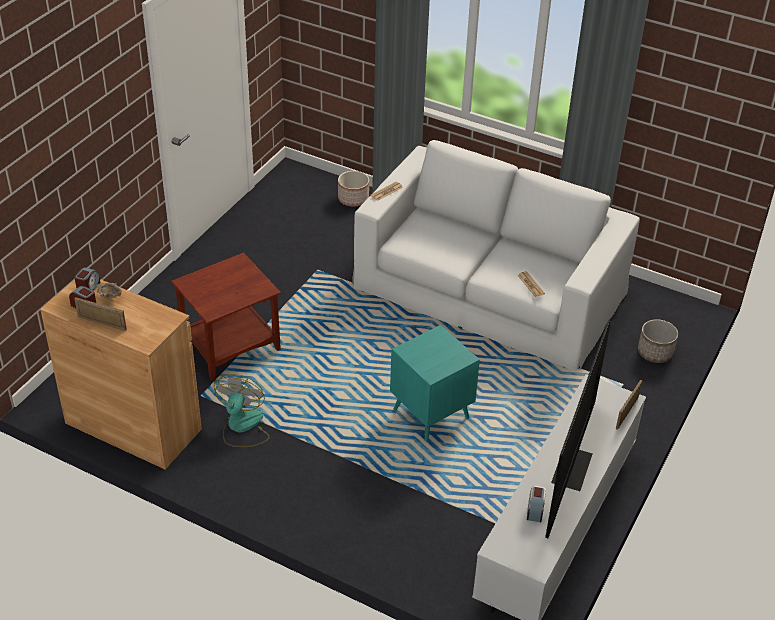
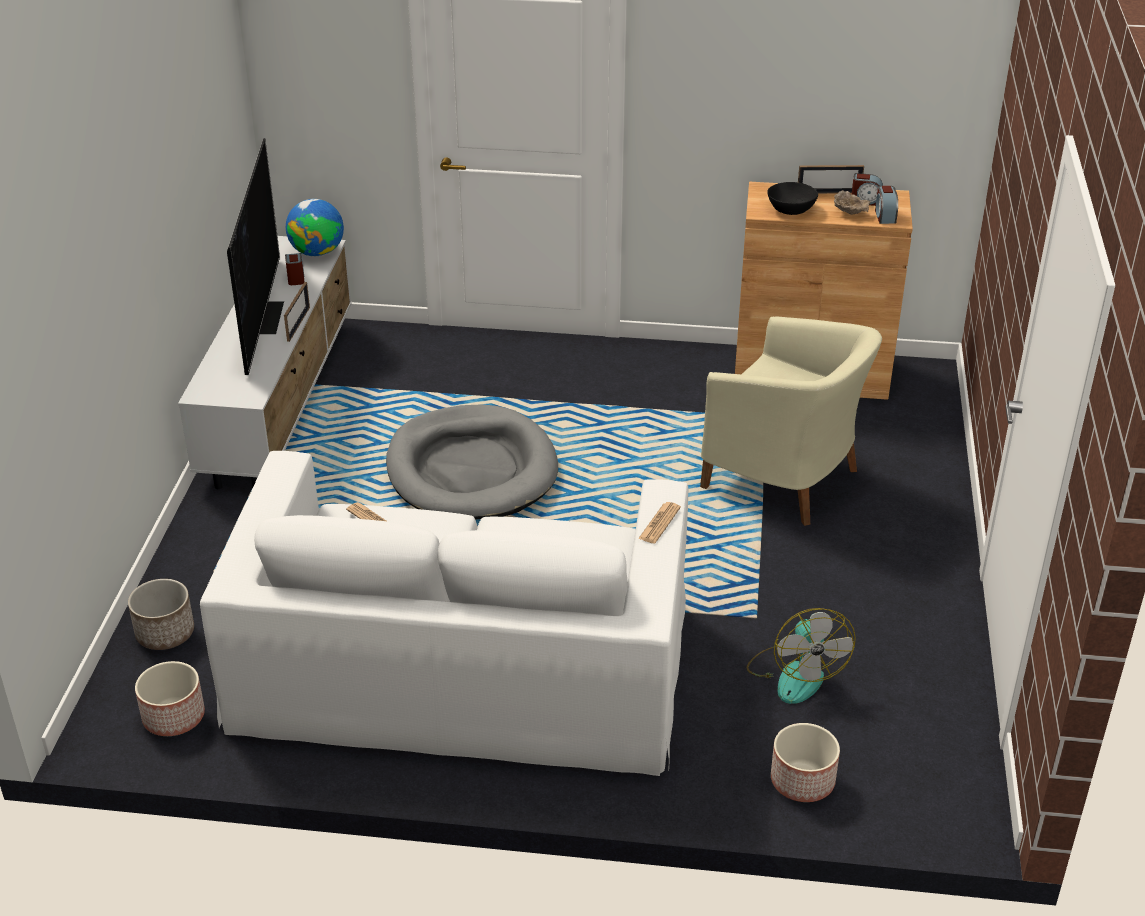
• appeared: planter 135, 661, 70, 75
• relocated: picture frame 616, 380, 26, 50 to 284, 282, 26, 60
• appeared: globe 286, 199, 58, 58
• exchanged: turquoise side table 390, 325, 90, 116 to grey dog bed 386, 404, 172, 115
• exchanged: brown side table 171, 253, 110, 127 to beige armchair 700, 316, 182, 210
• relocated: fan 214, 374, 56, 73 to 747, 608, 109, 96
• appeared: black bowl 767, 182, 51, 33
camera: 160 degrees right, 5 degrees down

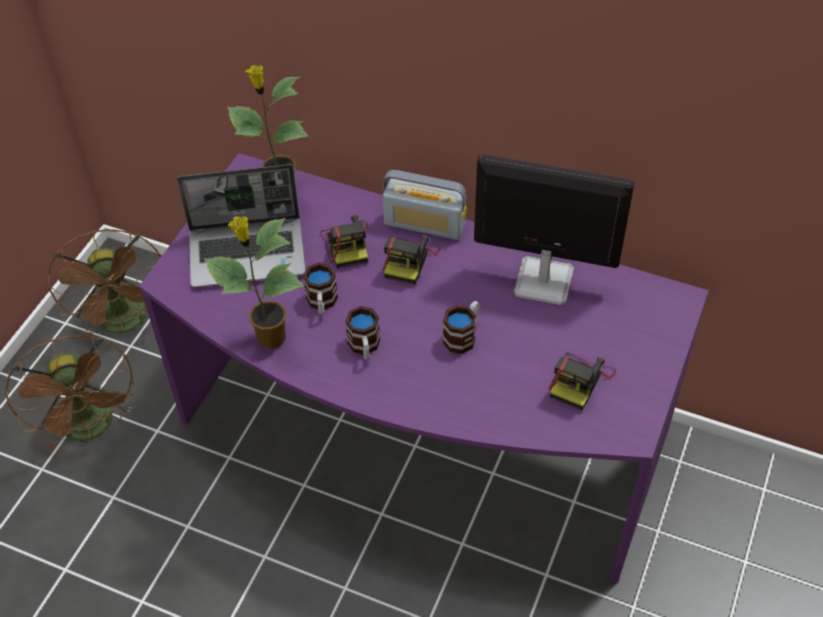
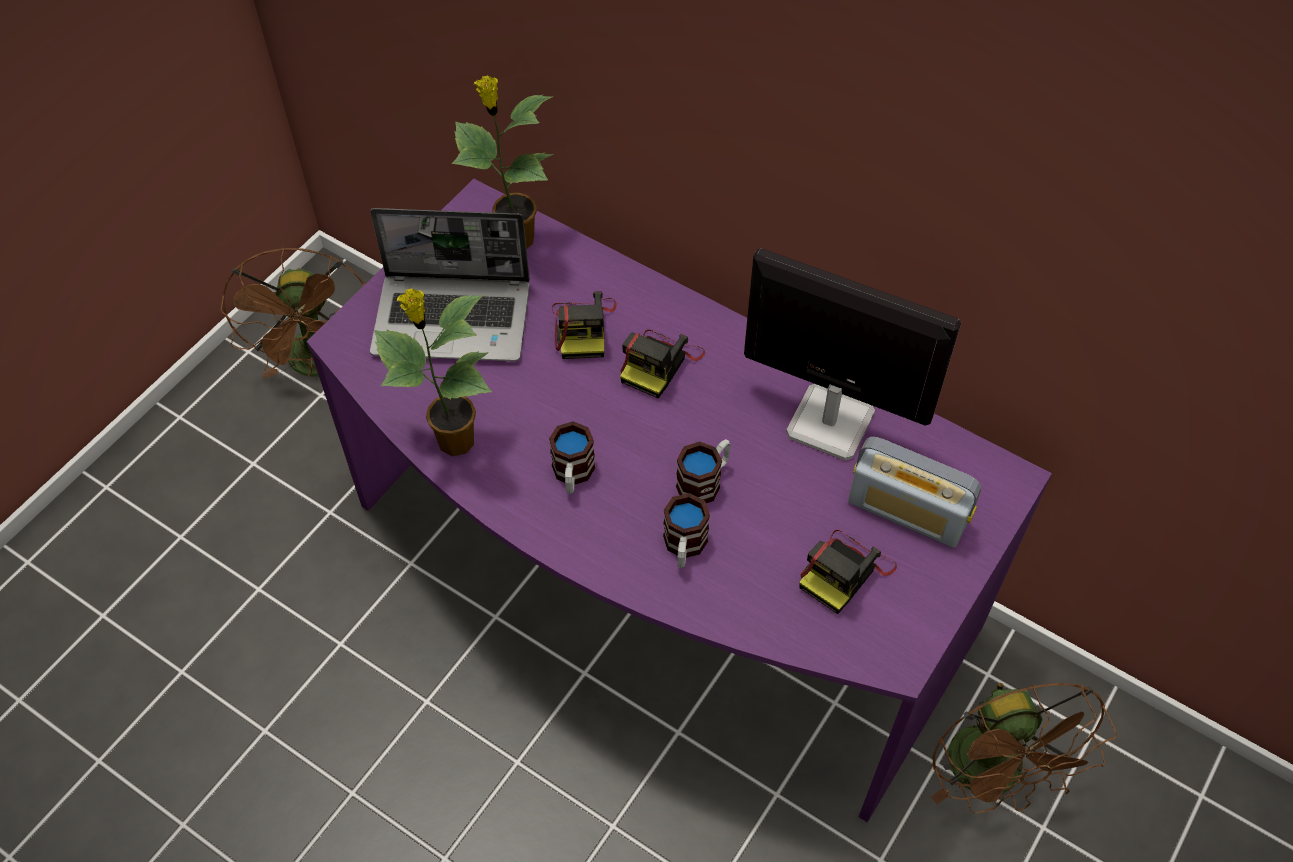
• relocated: mug 303, 262, 35, 53 to 663, 493, 47, 75
• relocated: radio 383, 170, 84, 70 to 848, 437, 133, 111
• relocated: brown fan 5, 335, 131, 117 to 931, 682, 186, 131
camera: 10 degrees right, 5 degrees up

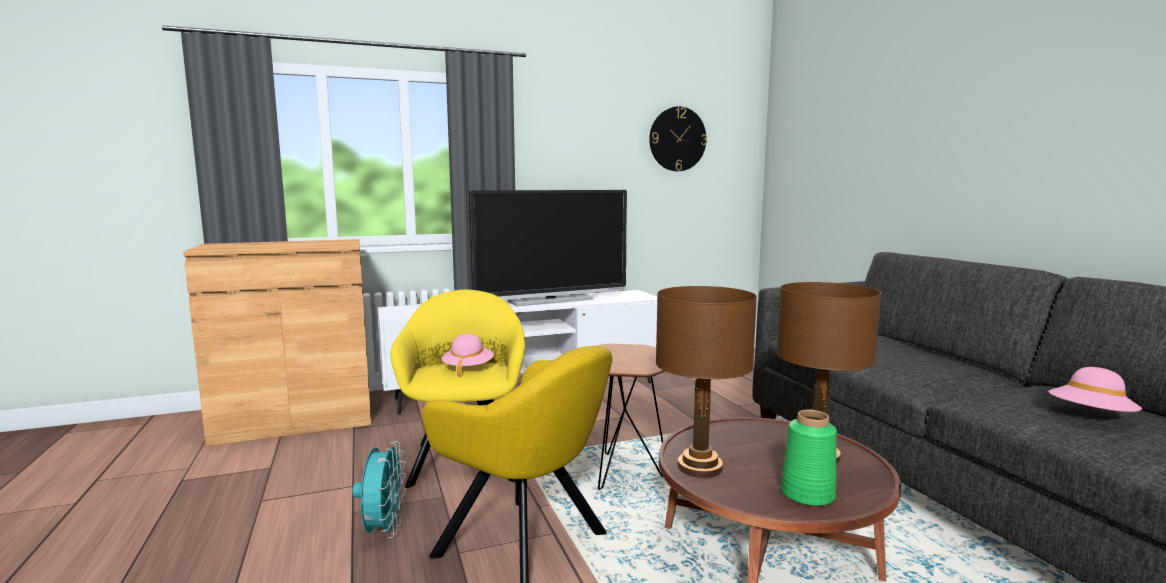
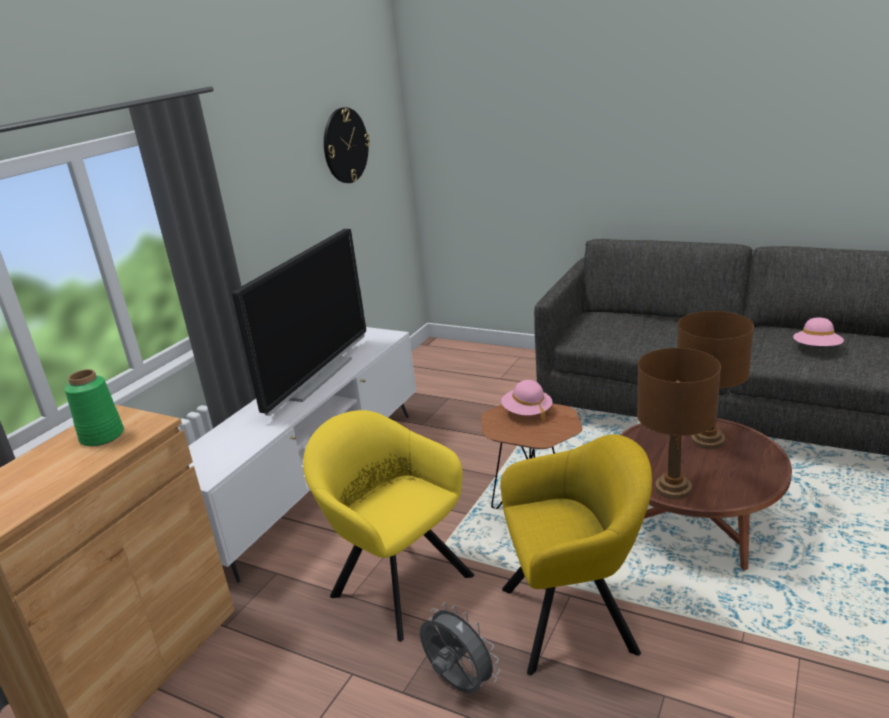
• relocated: green vase 781, 410, 56, 96 to 65, 369, 59, 77
• colour: turquoise fan 353, 441, 54, 97 to grey fan 420, 603, 80, 90
• relocated: pink hat 442, 334, 52, 43 to 501, 380, 52, 42
camera: 40 degrees left, 15 degrees up

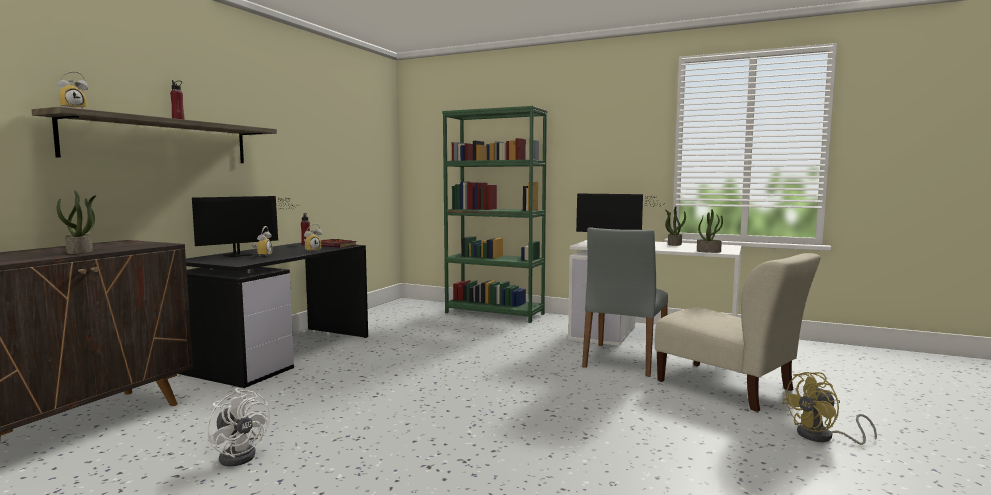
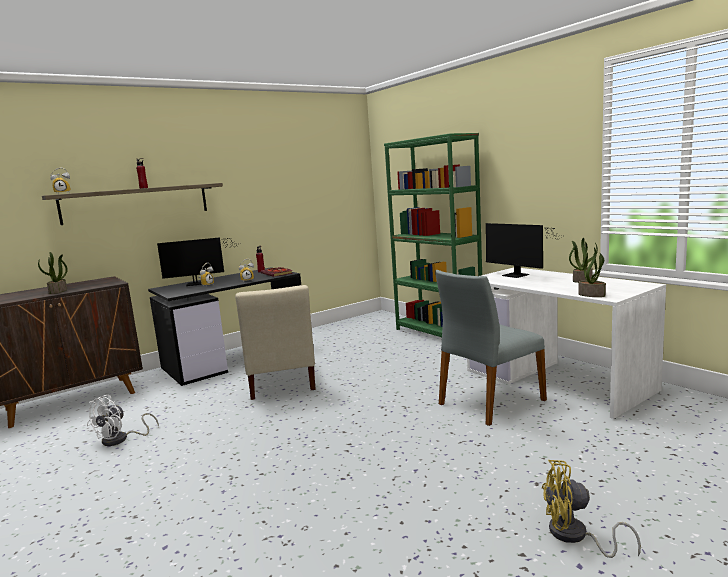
• spun: white fan 207, 388, 63, 78 = 87, 395, 72, 51 45 degrees clockwise
• relocated: beige chair 655, 253, 166, 159 to 235, 285, 81, 115
camera: 30 degrees right, 5 degrees up

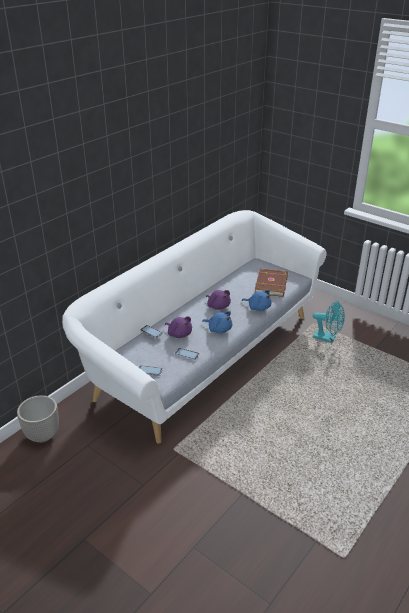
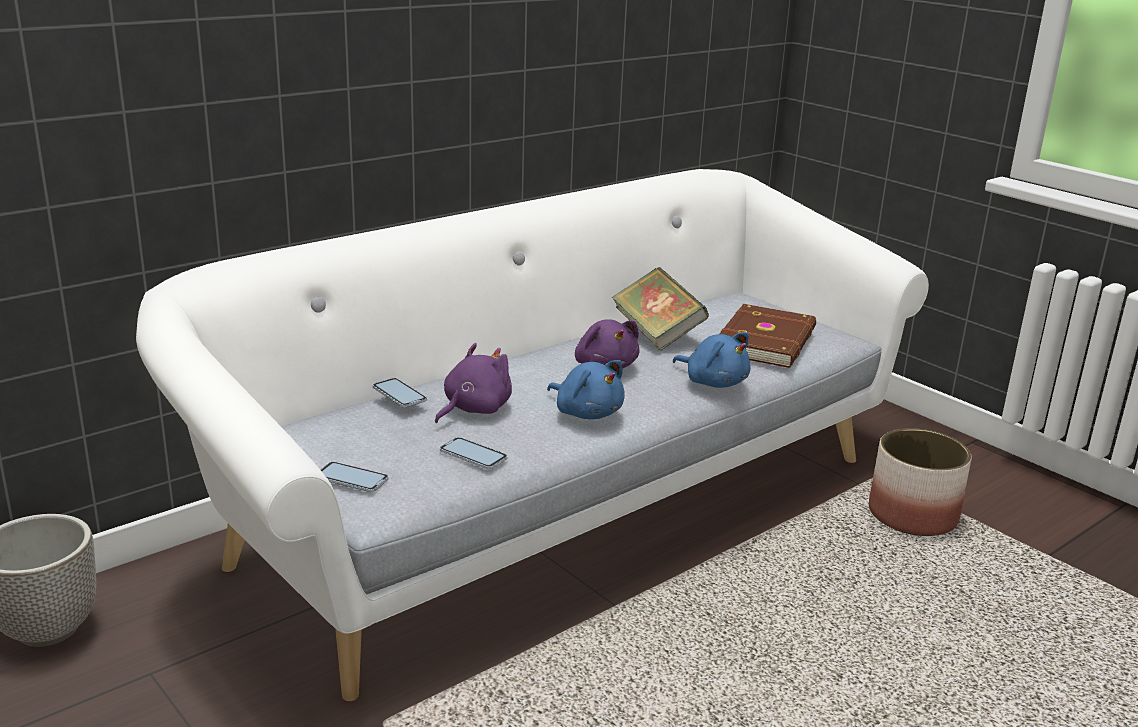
• spun: purple plush toy 165, 317, 27, 21 = 435, 343, 77, 80 105 degrees counterclockwise
• appeared: book 612, 267, 97, 84
• exchanged: turquoise fan 313, 301, 32, 42 to planter 869, 428, 103, 108
camera: 10 degrees right, 10 degrees down

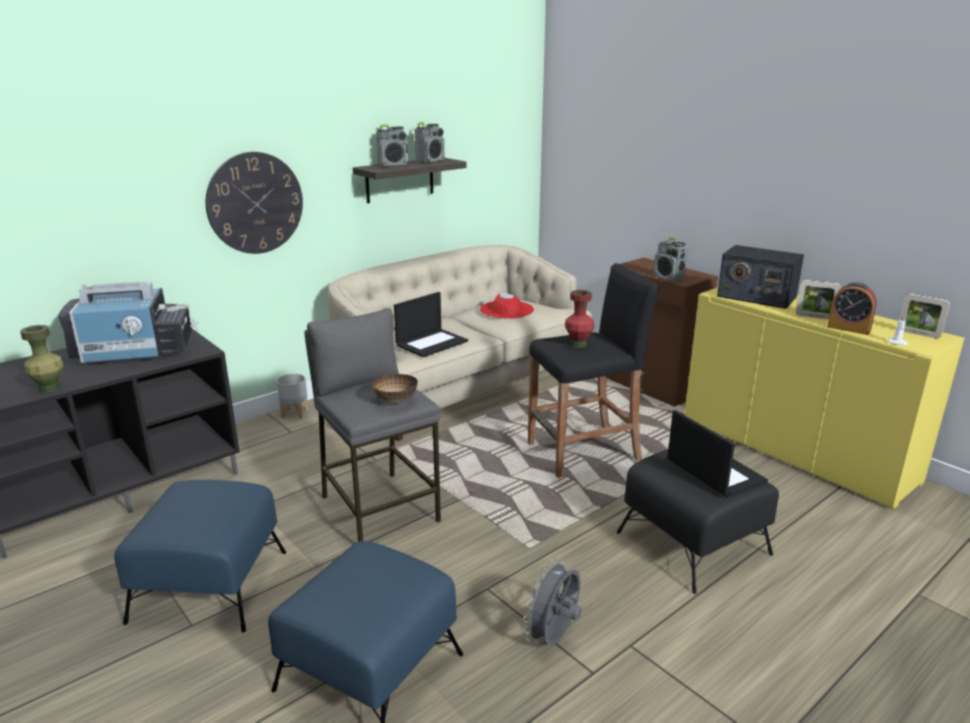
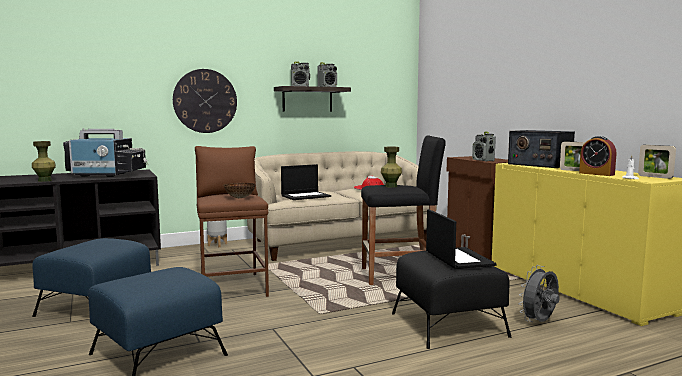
• colour: grey stool 304, 308, 137, 234 to brown stool 195, 146, 74, 151
• colour: red vase 565, 290, 29, 58 to green vase 381, 147, 21, 40
• relocated: grey fan 523, 558, 59, 88 to 519, 265, 41, 57
camera: 15 degrees right, 15 degrees down

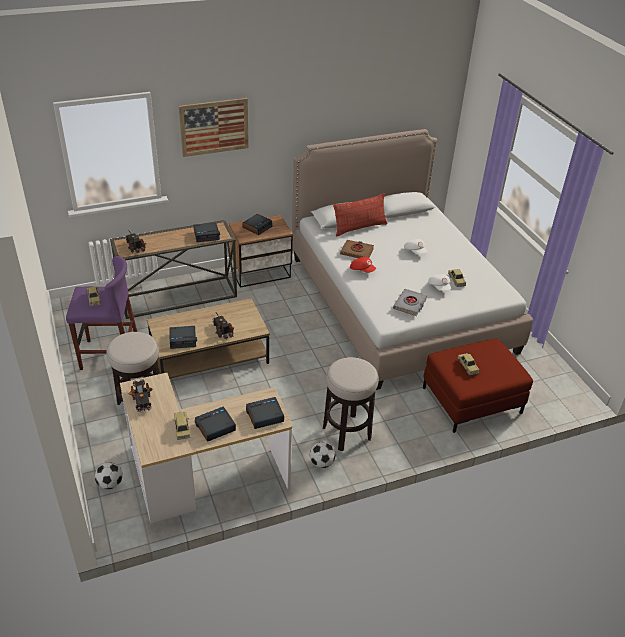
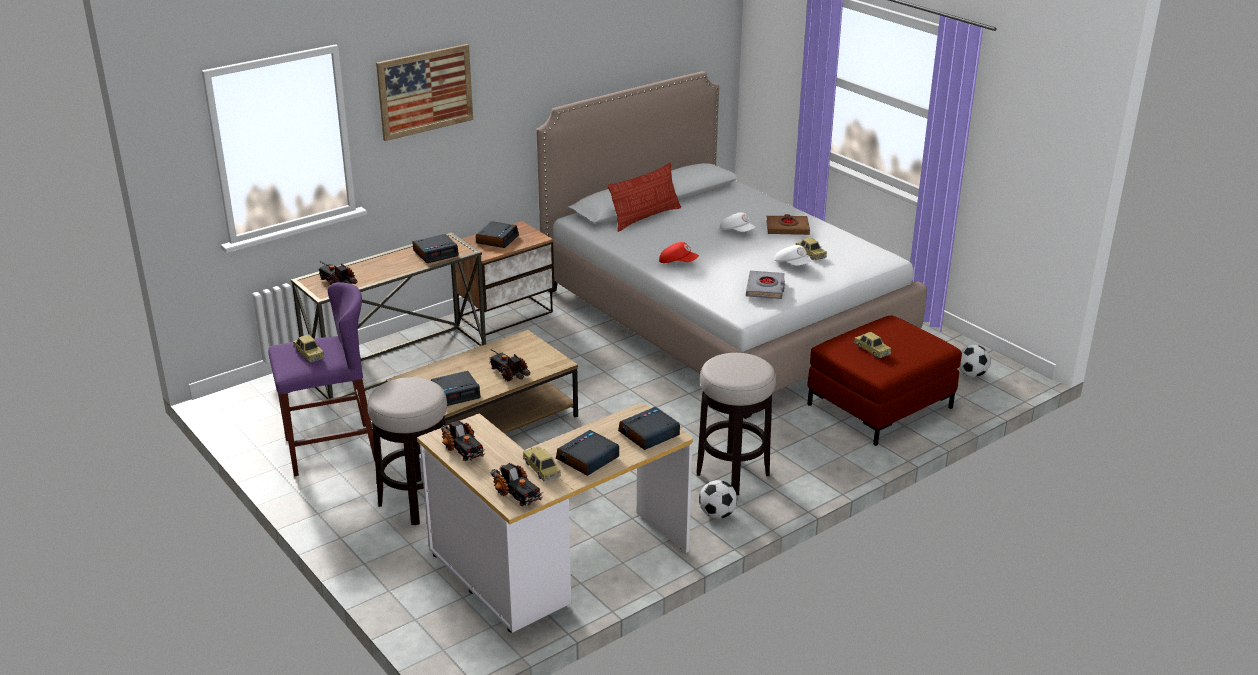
• appeared: toy truck 491, 463, 52, 43
• relocated: brown book 340, 240, 34, 18 to 766, 214, 44, 21
• relocated: football 95, 462, 28, 27 to 959, 345, 32, 32
camera: 15 degrees left, 10 degrees down

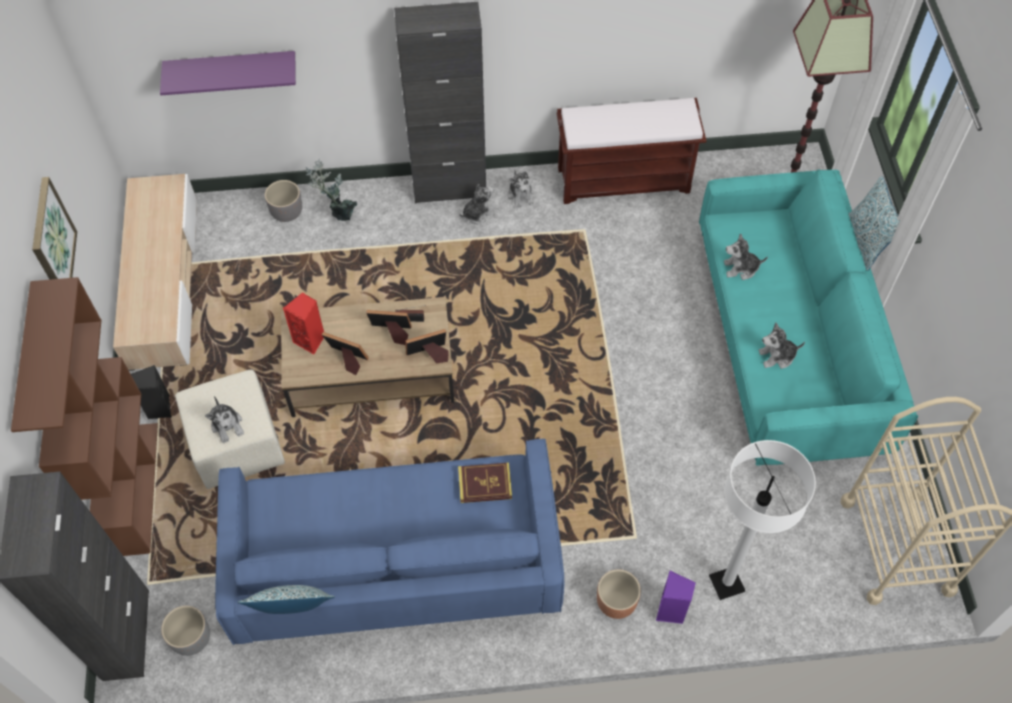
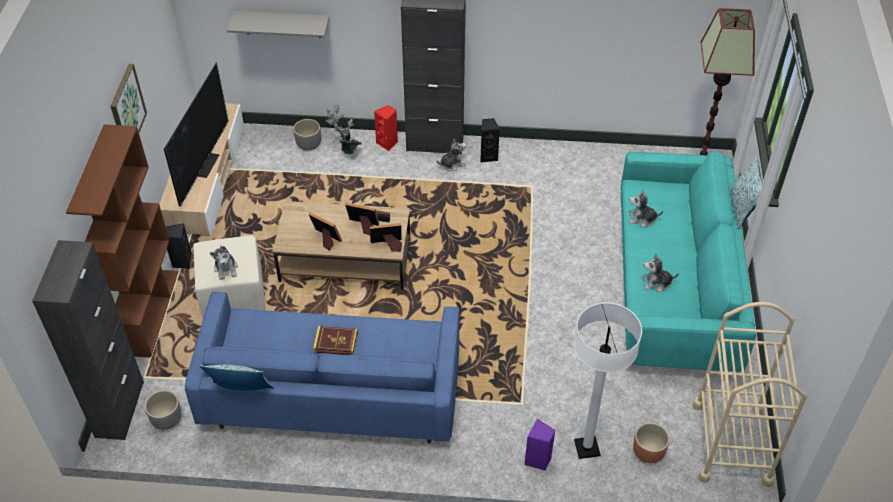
• appeared: television 164, 63, 64, 143
• colour: purple shelf 160, 51, 136, 44 to grey shelf 227, 11, 102, 27
• relocated: book 458, 463, 54, 40 to 313, 326, 45, 29
• relocated: red speaker 283, 292, 41, 63 to 374, 105, 24, 46
• exchanged: plush toy 508, 170, 26, 38 to black speaker 480, 118, 20, 45
• relocated: brown planter 597, 569, 44, 50 to 633, 423, 37, 40
• missing: brown bench 557, 98, 149, 106
camera: 10 degrees right, 10 degrees down

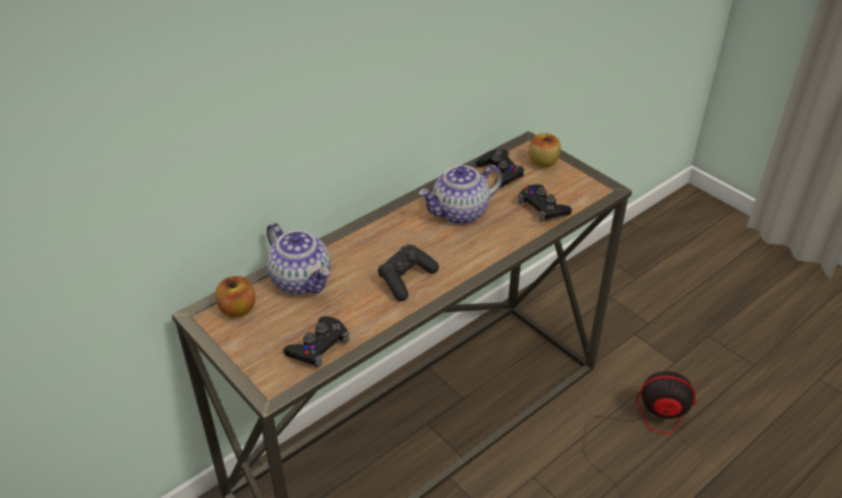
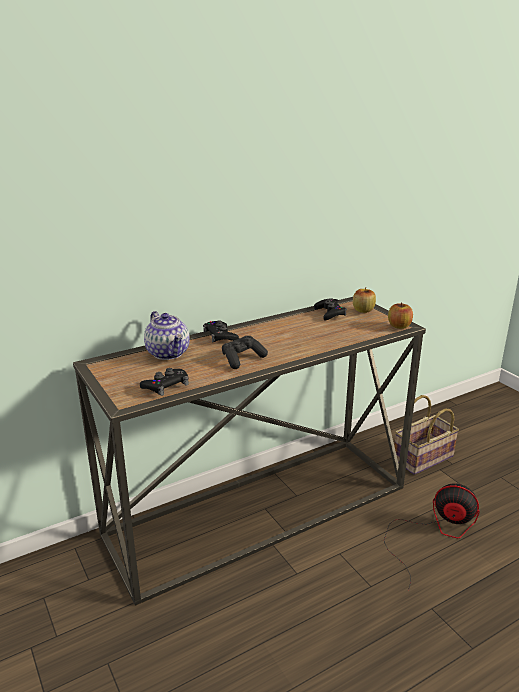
• relocated: black game controller 518, 185, 54, 37 to 203, 320, 36, 23
• relocated: apple 215, 276, 40, 41 to 388, 302, 25, 27
• appeared: basket 394, 395, 65, 80
• missing: teapot 419, 165, 84, 59
camera: 10 degrees right, 15 degrees down

